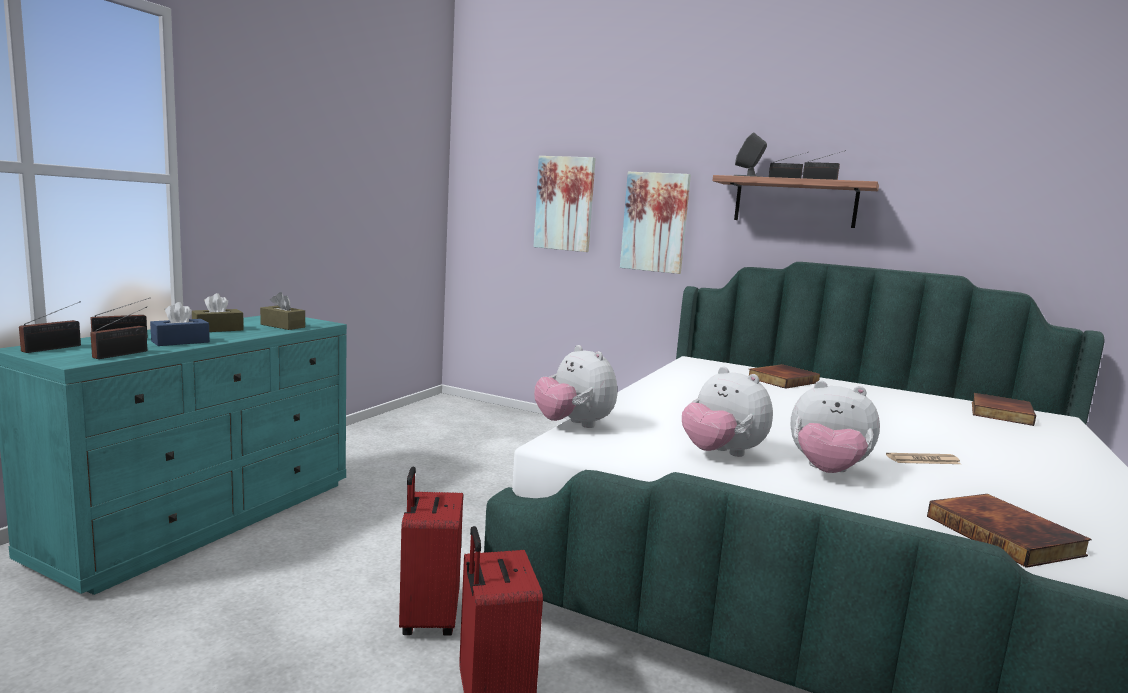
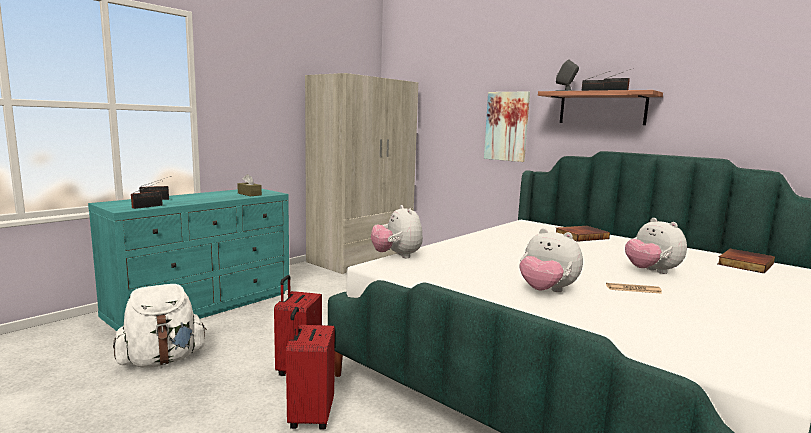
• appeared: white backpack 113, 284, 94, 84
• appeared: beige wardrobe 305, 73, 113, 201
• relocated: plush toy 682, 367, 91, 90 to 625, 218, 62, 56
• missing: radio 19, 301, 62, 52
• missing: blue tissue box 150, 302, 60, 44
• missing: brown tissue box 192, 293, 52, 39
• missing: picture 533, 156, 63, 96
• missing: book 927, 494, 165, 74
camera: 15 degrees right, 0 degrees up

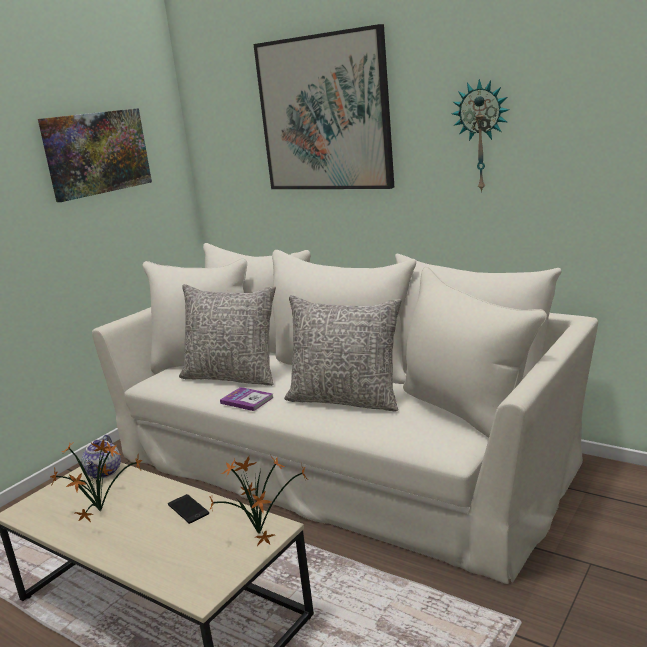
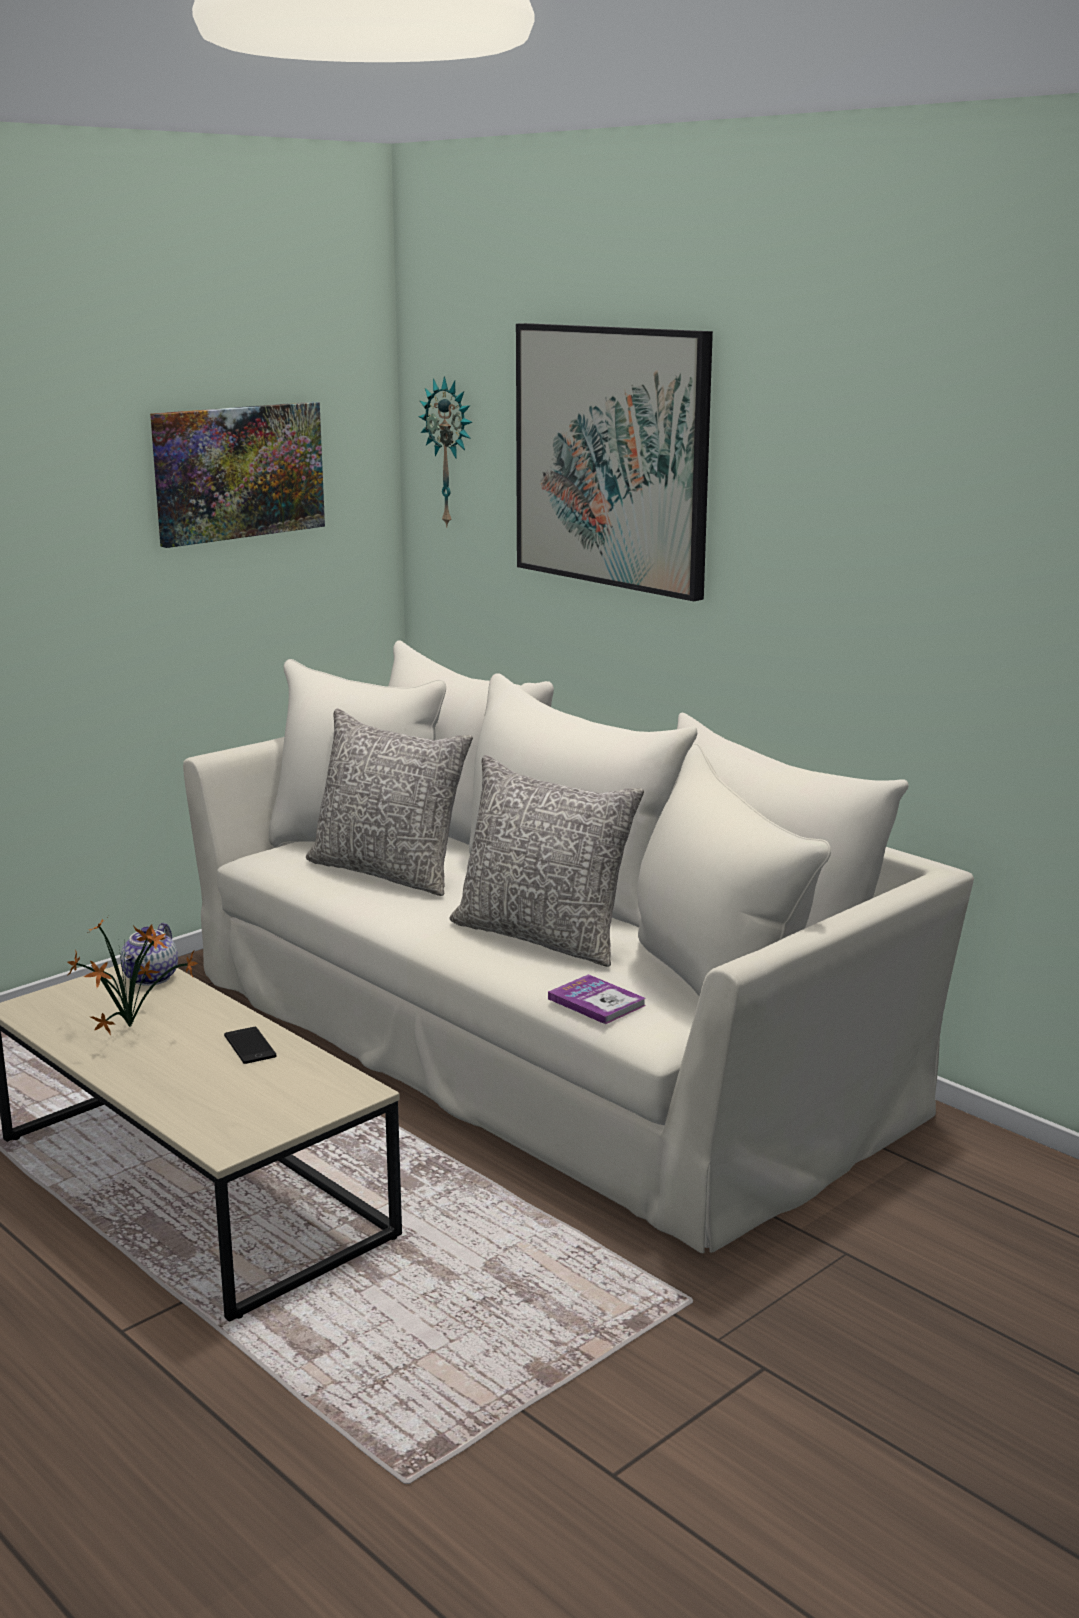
• relocated: wall clock 452, 79, 58, 114 to 418, 376, 54, 152
• relocated: book 220, 387, 54, 24 to 548, 974, 98, 50
• missing: potted plant 209, 454, 99, 92
camera: 10 degrees right, 0 degrees up

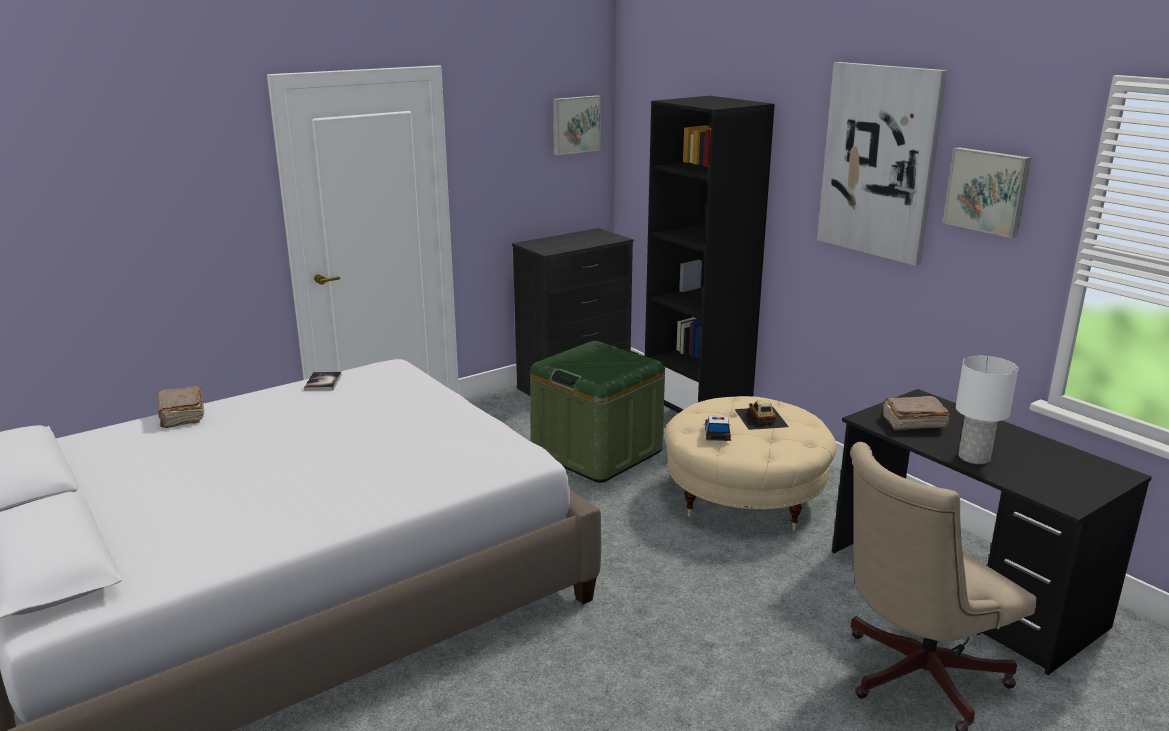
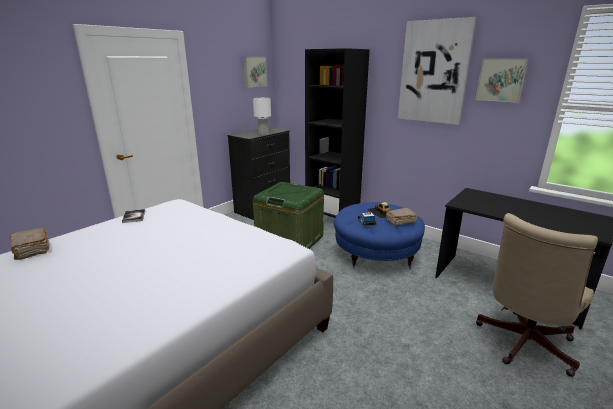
• relocated: white table lamp 956, 356, 62, 108 to 253, 98, 18, 37
• colour: beige ottoman 665, 396, 172, 135 to blue ottoman 334, 202, 91, 67
• relocated: brown book 882, 396, 68, 34 to 385, 208, 33, 18
camera: 15 degrees left, 0 degrees up

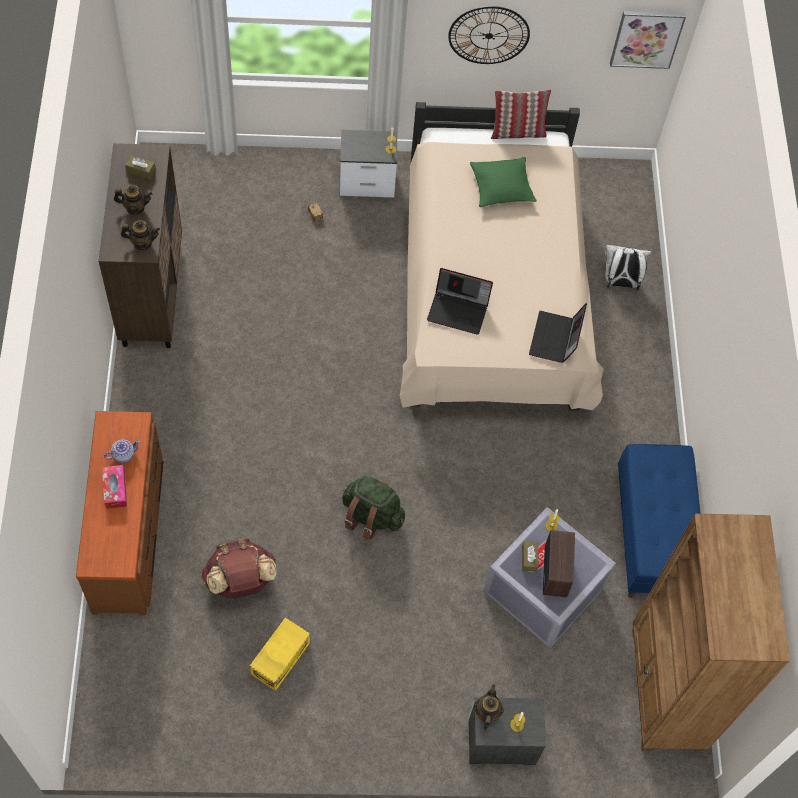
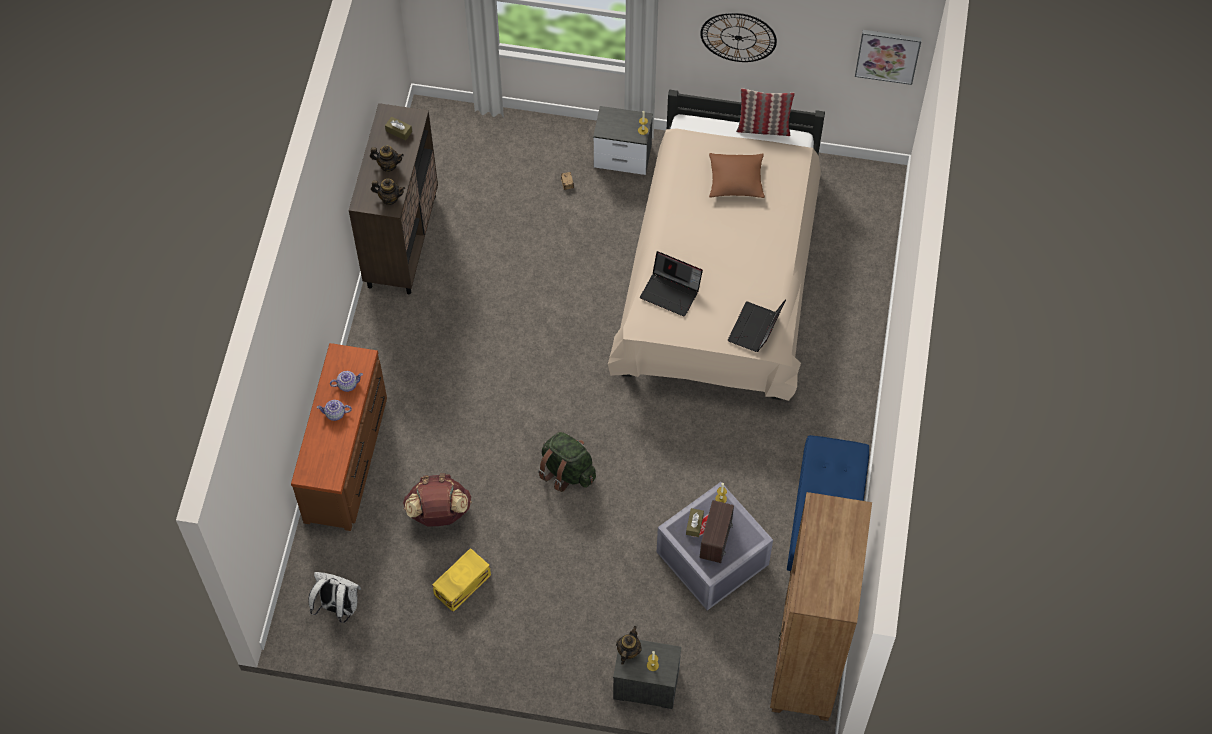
• relocated: white backpack 604, 245, 47, 45 to 309, 572, 52, 51
• exchanged: tissue box 102, 465, 25, 44 to teapot 317, 400, 35, 21
• colour: green pillow 470, 157, 66, 50 to brown pillow 709, 153, 56, 45
camera: 15 degrees right, 0 degrees up

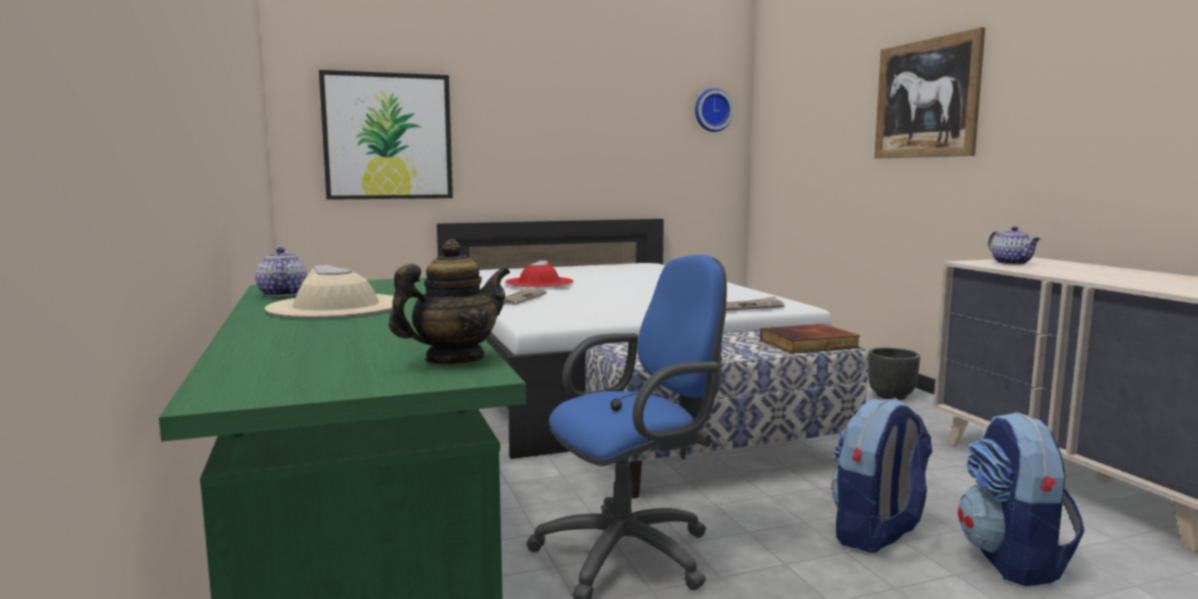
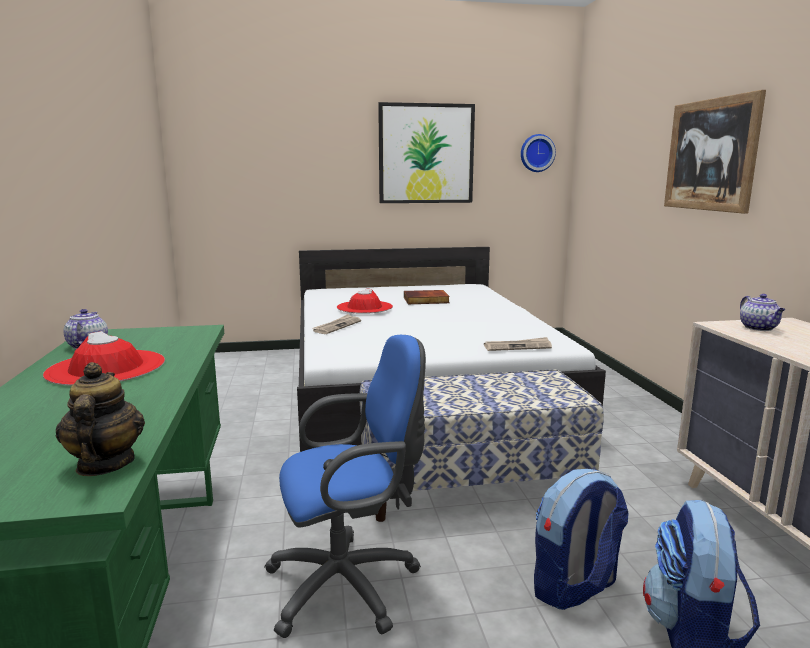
• colour: beige hat 265, 264, 129, 55 to red hat 43, 331, 122, 55
• spun: teapot 389, 239, 121, 125 = 56, 362, 89, 114 75 degrees counterclockwise
• relocated: picture 319, 70, 134, 130 to 378, 102, 97, 101
• relocated: book 760, 324, 100, 30 to 404, 290, 46, 14
• missing: black planter 868, 348, 52, 52
camera: 10 degrees right, 5 degrees up

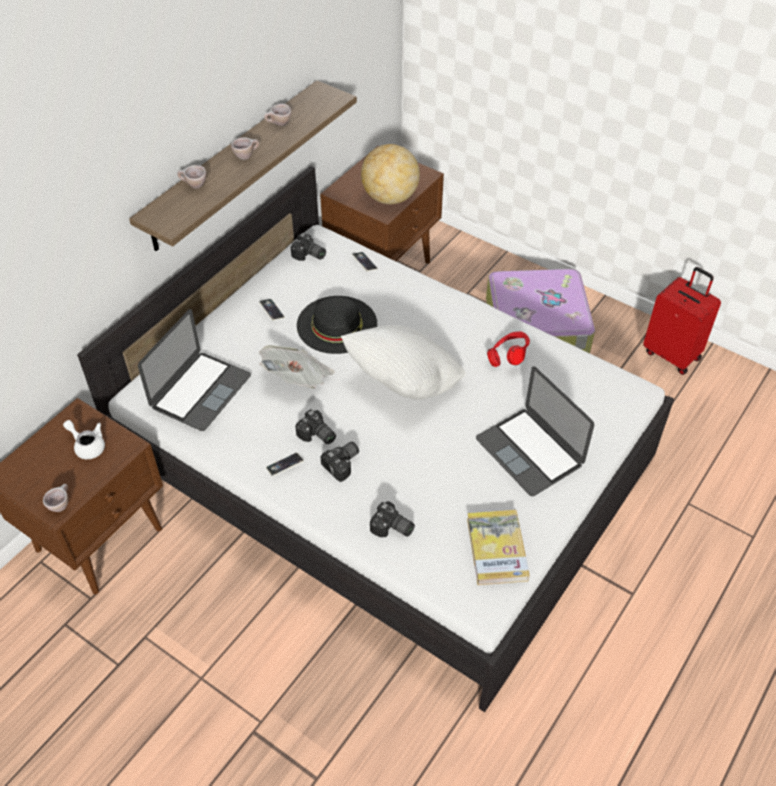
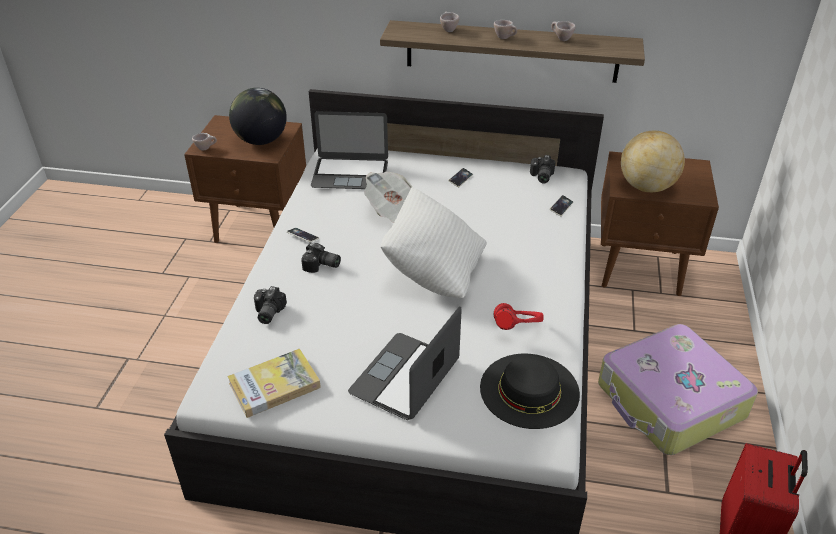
• exchanged: white teapot 63, 420, 42, 39 to globe 229, 88, 58, 57
• relocated: black hat 297, 296, 80, 58 to 480, 354, 100, 75
• missing: photo camera 295, 409, 41, 35
camera: 65 degrees right, 10 degrees down

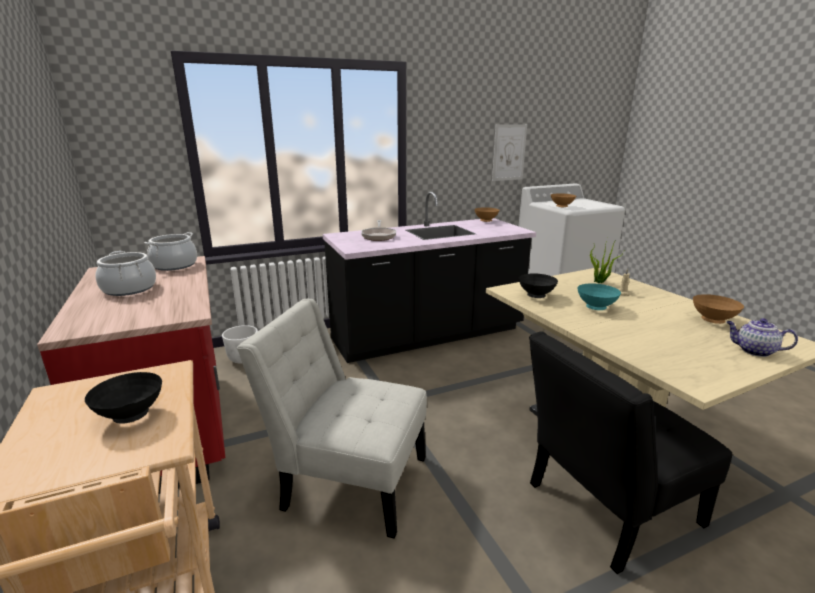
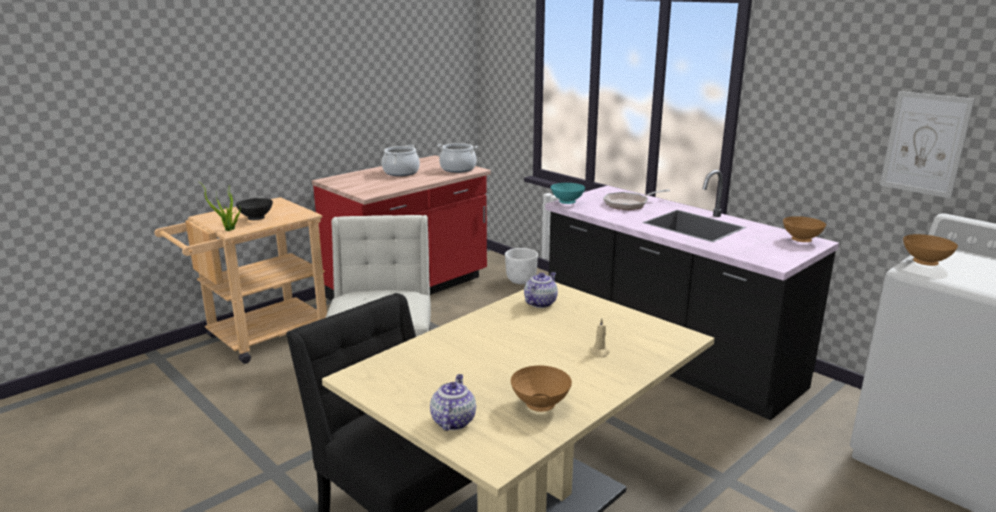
• relocated: potted plant 590, 239, 35, 44 to 203, 186, 38, 45
• exchanged: black bowl 519, 273, 39, 25 to teapot 524, 272, 34, 36
• relocated: turquoise bowl 577, 283, 44, 27 to 551, 183, 34, 21
camera: 70 degrees right, 0 degrees up

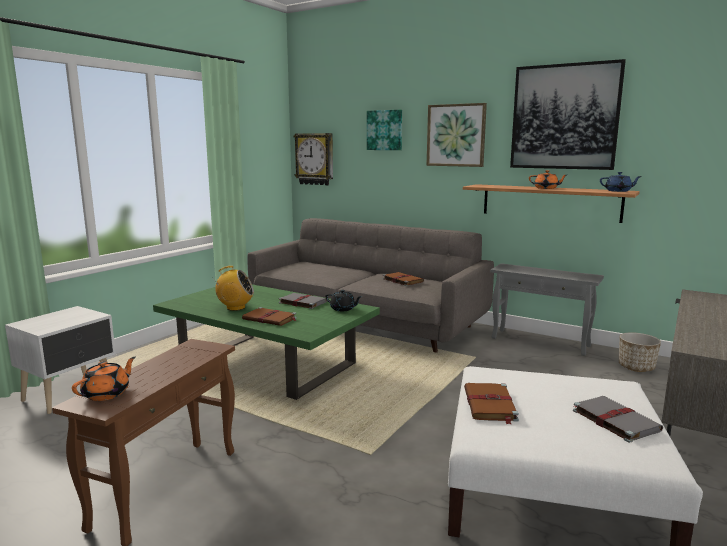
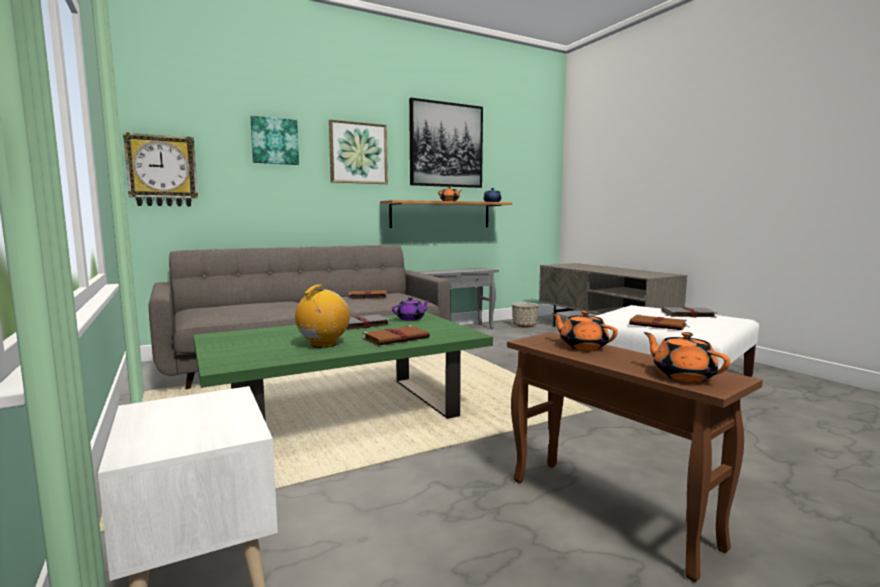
• colour: black teapot 326, 290, 36, 21 to purple teapot 392, 297, 38, 24
• appeared: orange teapot 552, 311, 66, 39
camera: 60 degrees left, 5 degrees down

